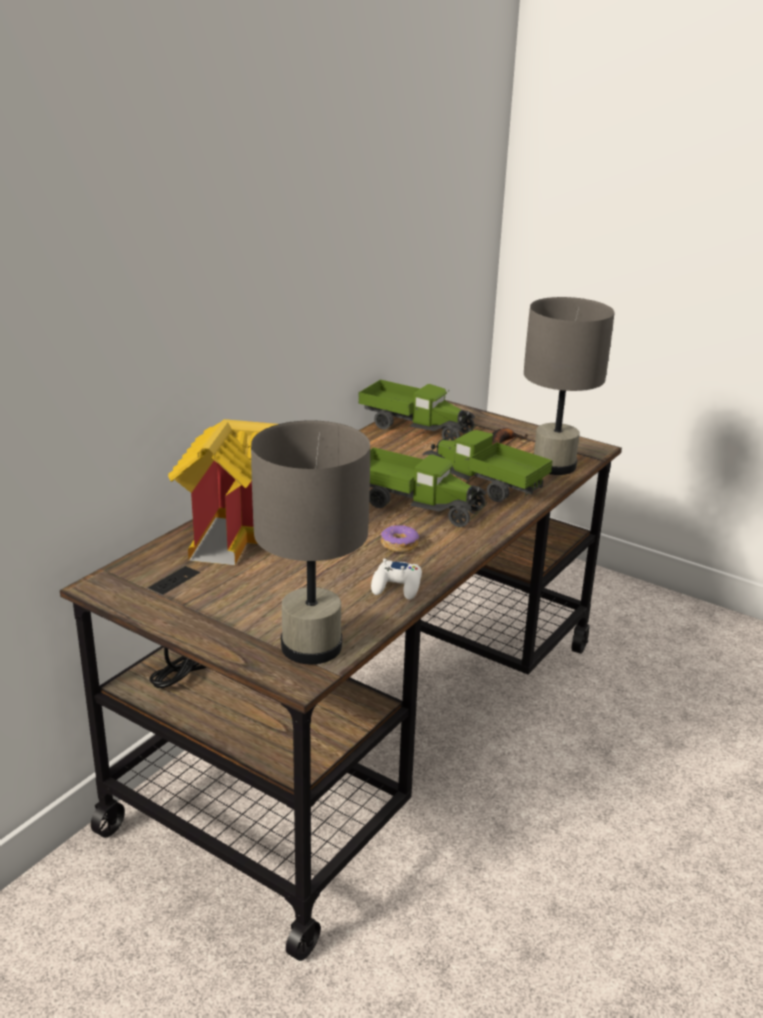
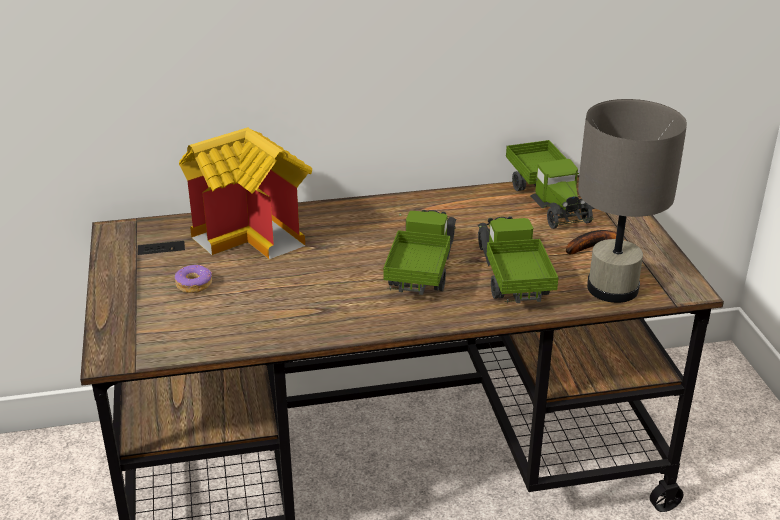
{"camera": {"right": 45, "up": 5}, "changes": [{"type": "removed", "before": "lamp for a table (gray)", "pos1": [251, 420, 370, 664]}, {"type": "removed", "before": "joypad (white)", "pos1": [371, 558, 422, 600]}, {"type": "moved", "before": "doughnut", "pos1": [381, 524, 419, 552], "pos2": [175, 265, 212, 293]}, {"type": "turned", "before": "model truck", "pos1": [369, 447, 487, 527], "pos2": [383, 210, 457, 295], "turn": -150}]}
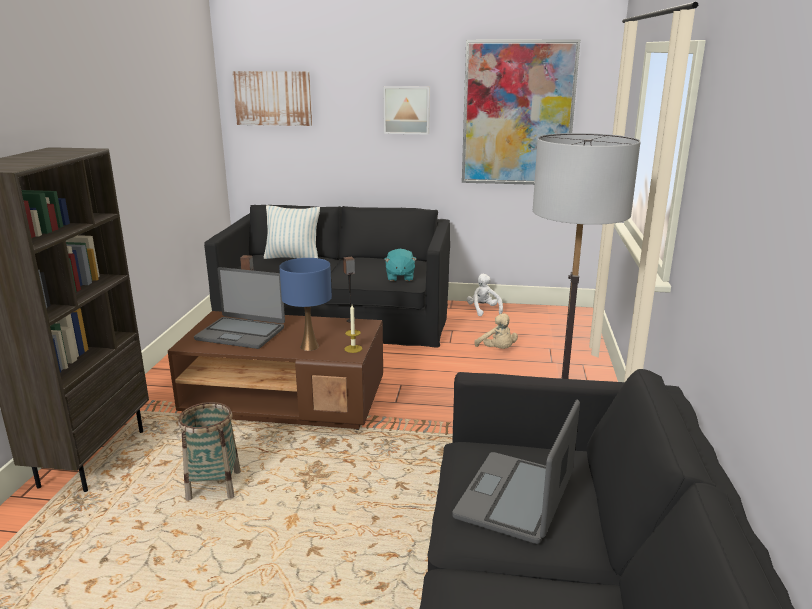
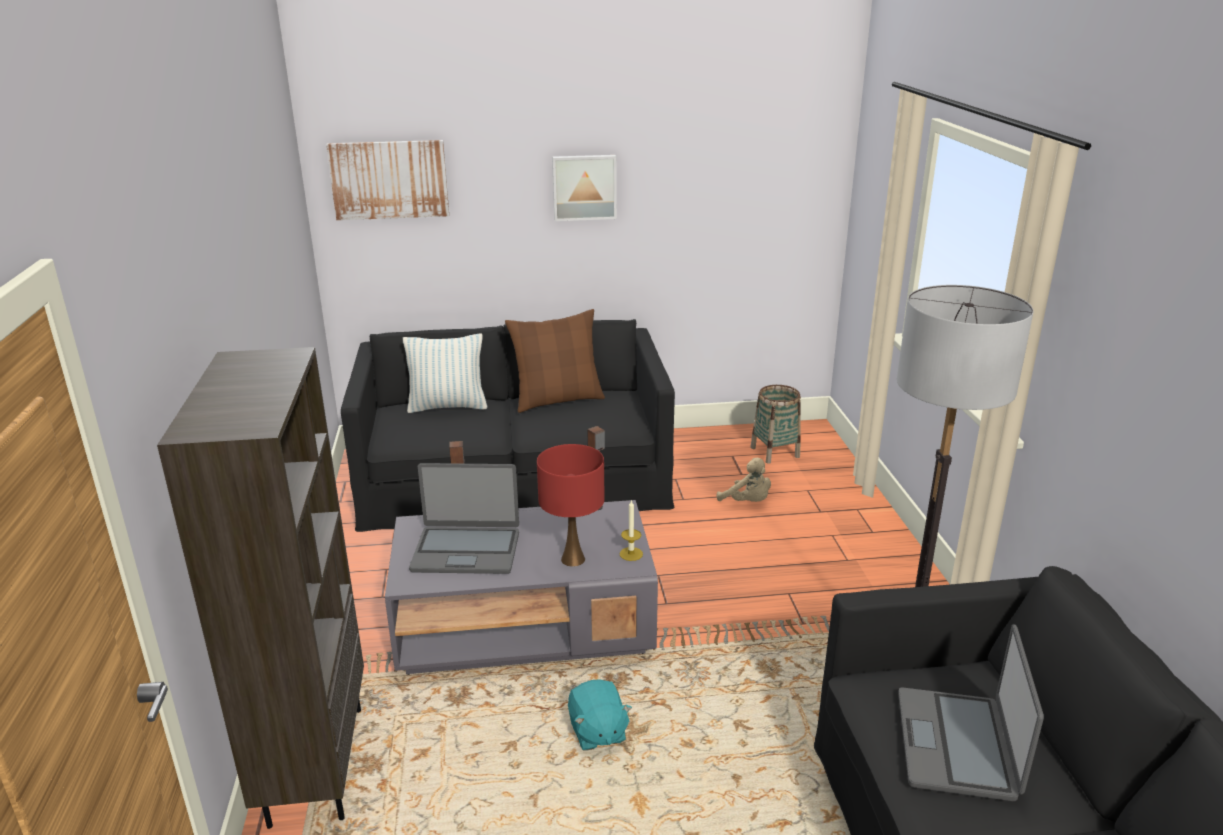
{"camera": {"right": -15, "up": 5}, "changes": [{"type": "removed", "before": "wall art", "pos1": [462, 39, 580, 185]}, {"type": "removed", "before": "plush toy (white)", "pos1": [467, 274, 503, 317]}, {"type": "added", "after": "pillow (brown-coloured)", "pos2": [505, 309, 605, 413]}, {"type": "moved", "before": "household basket", "pos1": [178, 402, 241, 501], "pos2": [750, 385, 801, 464]}, {"type": "moved", "before": "plush toy (blue-green)", "pos1": [384, 249, 417, 281], "pos2": [568, 679, 632, 750]}, {"type": "recoloured", "before": "coffee table (brown-coloured)", "after": "coffee table (gray)", "pos1": [168, 311, 383, 430], "pos2": [385, 500, 658, 675]}, {"type": "recoloured", "before": "lamp for a table (blue-coloured)", "after": "lamp for a table (red)", "pos1": [279, 258, 332, 351], "pos2": [537, 444, 604, 567]}]}
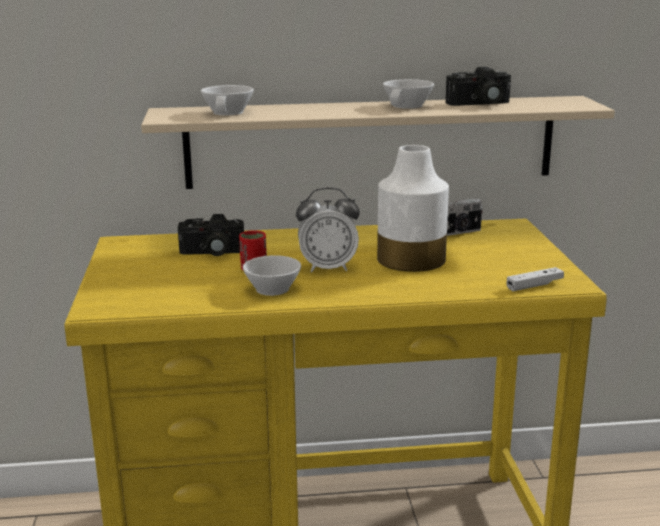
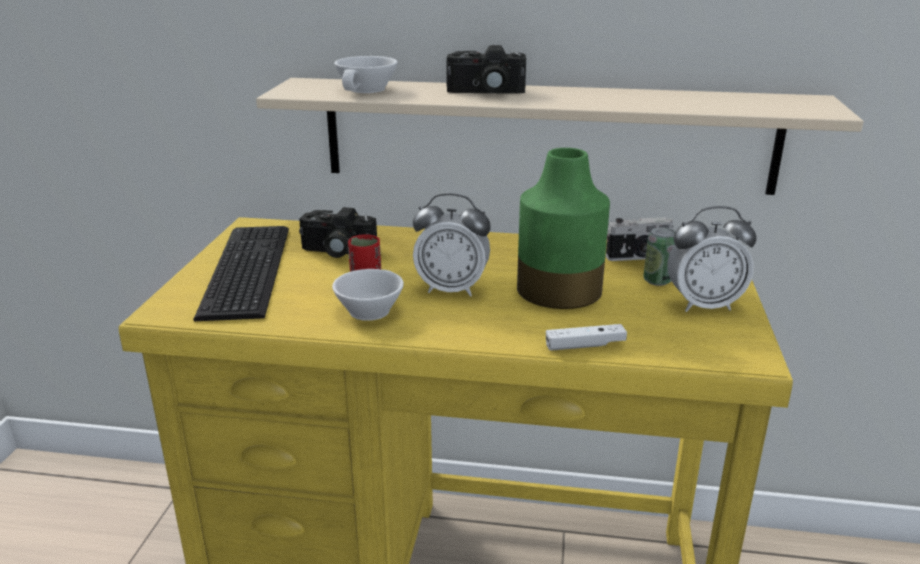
{"camera": {"right": 15, "up": 5}, "changes": [{"type": "removed", "before": "small cup (white)", "pos1": [383, 79, 434, 109]}, {"type": "added", "after": "keyboard", "pos2": [193, 226, 289, 321]}, {"type": "added", "after": "sealed can", "pos2": [643, 228, 675, 286]}, {"type": "added", "after": "alarm clock", "pos2": [667, 206, 757, 312]}, {"type": "moved", "before": "photo camera", "pos1": [445, 67, 511, 106], "pos2": [446, 45, 526, 94]}, {"type": "moved", "before": "joypad (white)", "pos1": [507, 267, 564, 291], "pos2": [546, 324, 627, 351]}, {"type": "recoloured", "before": "decorative vase (white)", "after": "decorative vase (greenish)", "pos1": [377, 145, 449, 272], "pos2": [517, 148, 610, 309]}]}
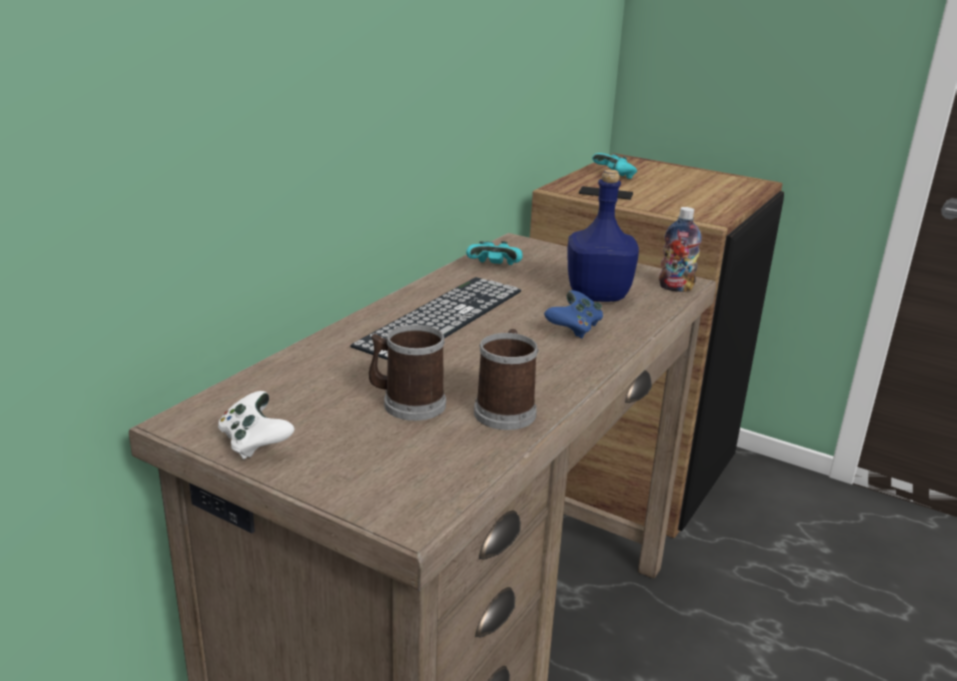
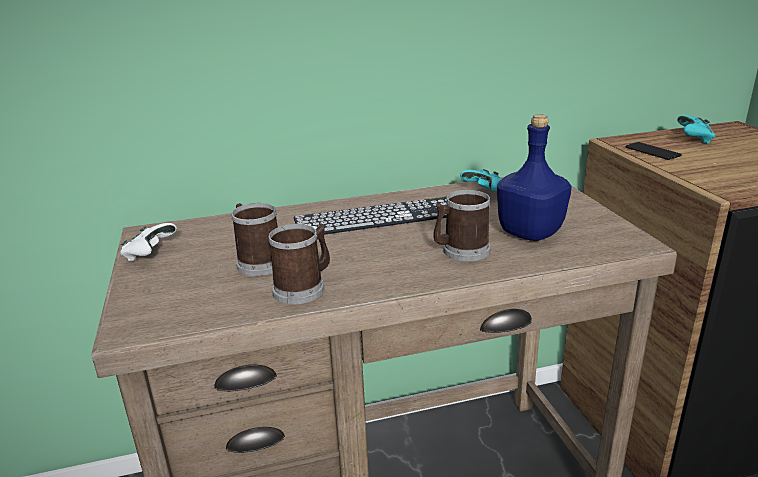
{"camera": {"right": 45, "up": 0}, "changes": [{"type": "removed", "before": "bottle", "pos1": [659, 207, 702, 292]}, {"type": "replaced", "before": "joypad (blue-coloured)", "after": "mug", "pos1": [544, 290, 603, 339], "pos2": [433, 190, 490, 261]}]}
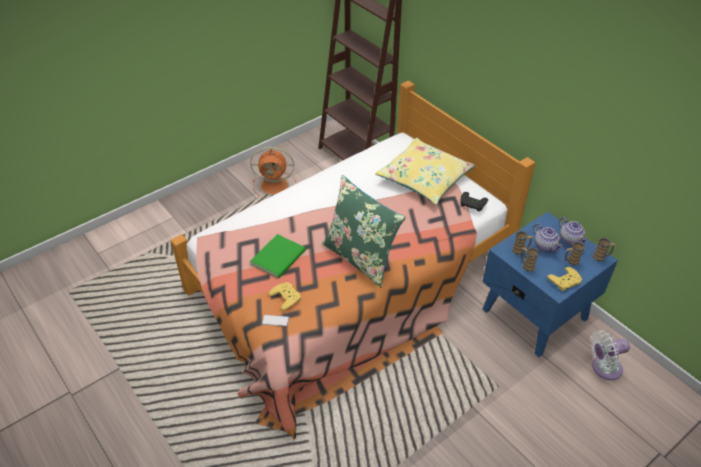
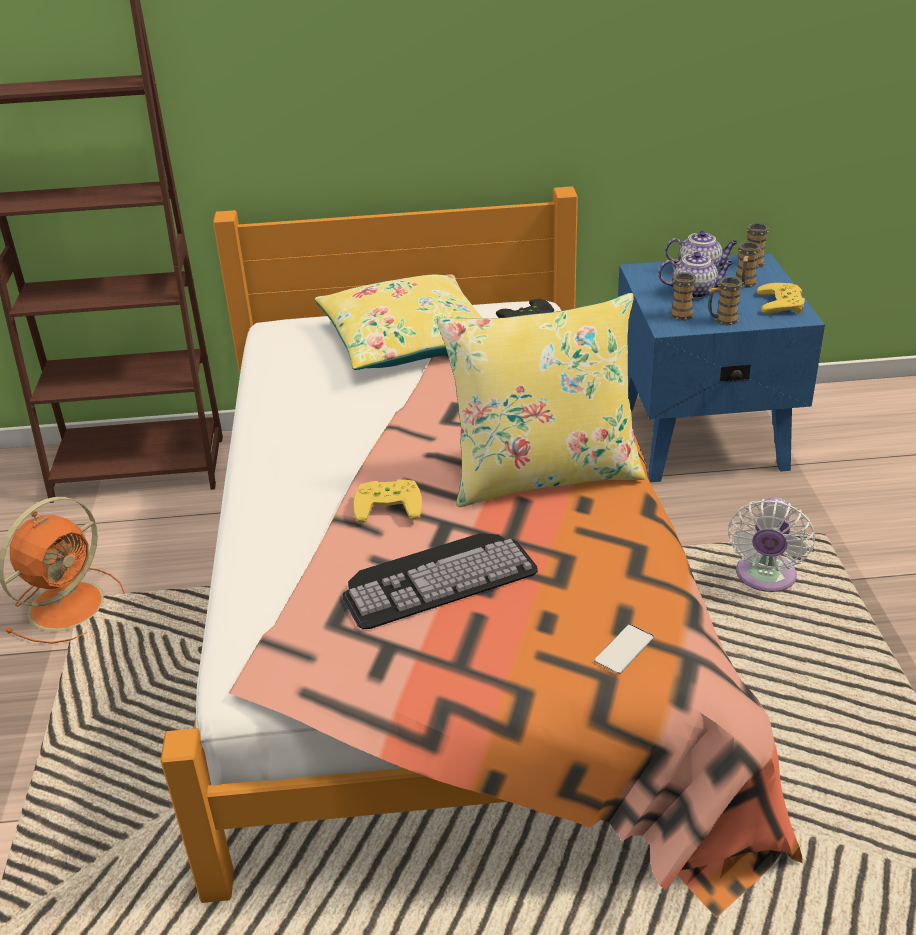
{"camera": {"right": -55, "up": -10}, "changes": [{"type": "moved", "before": "joypad (yellow)", "pos1": [269, 282, 301, 311], "pos2": [353, 479, 422, 523]}, {"type": "moved", "before": "fan (white)", "pos1": [590, 330, 630, 380], "pos2": [728, 497, 815, 592]}, {"type": "replaced", "before": "bound book (greenish)", "after": "keyboard", "pos1": [250, 234, 306, 278], "pos2": [343, 533, 538, 629]}, {"type": "recoloured", "before": "pillow (greenish)", "after": "pillow (yellow)", "pos1": [322, 175, 406, 288], "pos2": [437, 293, 646, 507]}]}
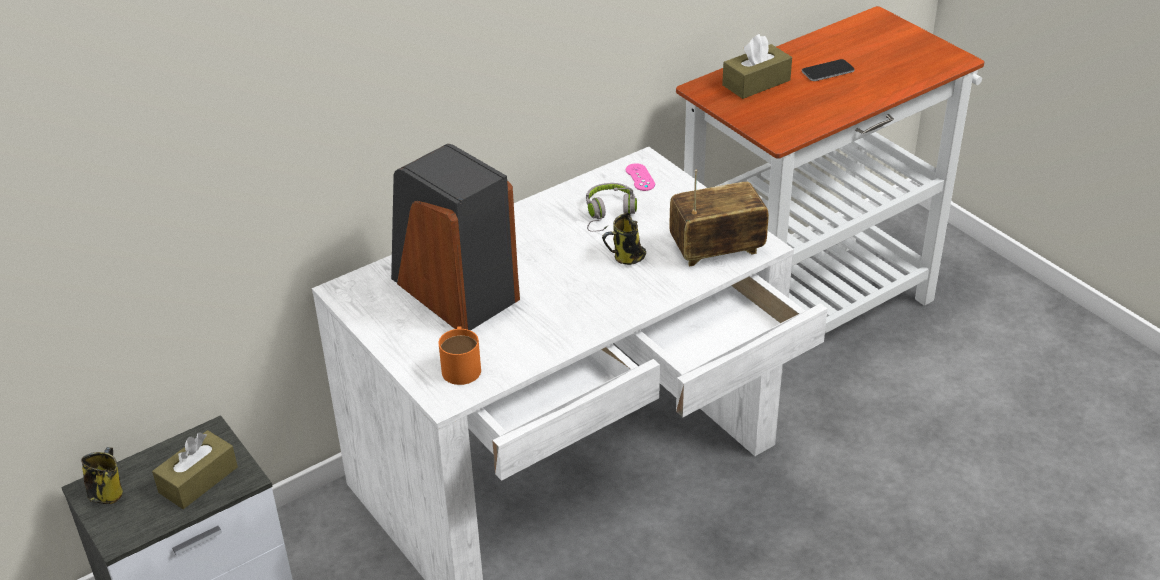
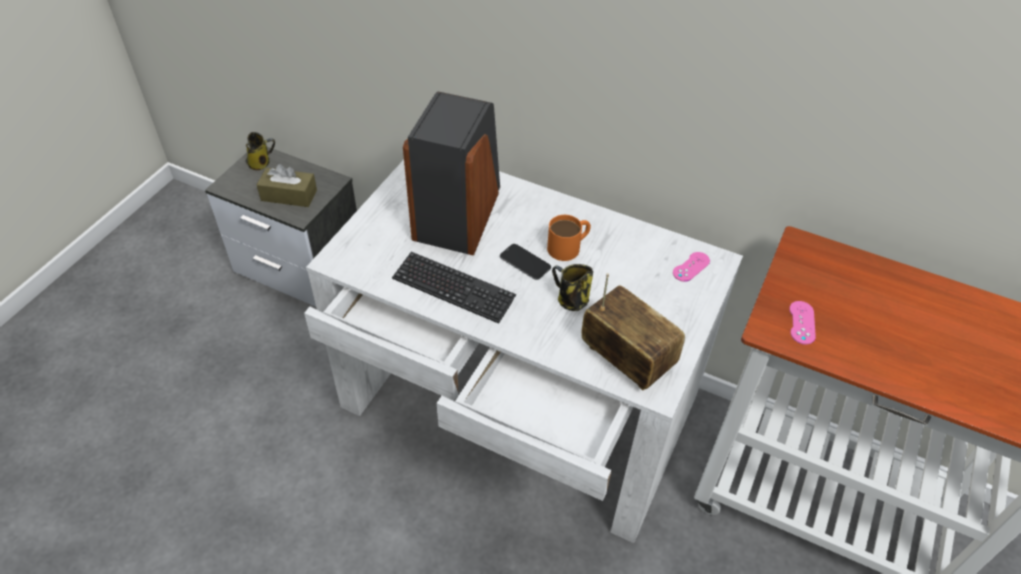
{"camera": {"right": 60, "up": 10}, "changes": [{"type": "removed", "before": "headset (gray)", "pos1": [586, 183, 637, 232]}, {"type": "removed", "before": "tissue box (brown-coloured)", "pos1": [722, 34, 792, 99]}, {"type": "added", "after": "keyboard", "pos2": [392, 252, 516, 324]}, {"type": "added", "after": "joypad (pink-coloured)", "pos2": [789, 301, 816, 345]}, {"type": "moved", "before": "mug (orange-coloured)", "pos1": [438, 327, 481, 385], "pos2": [547, 215, 591, 261]}, {"type": "moved", "before": "telephone", "pos1": [802, 59, 855, 81], "pos2": [500, 244, 551, 280]}]}
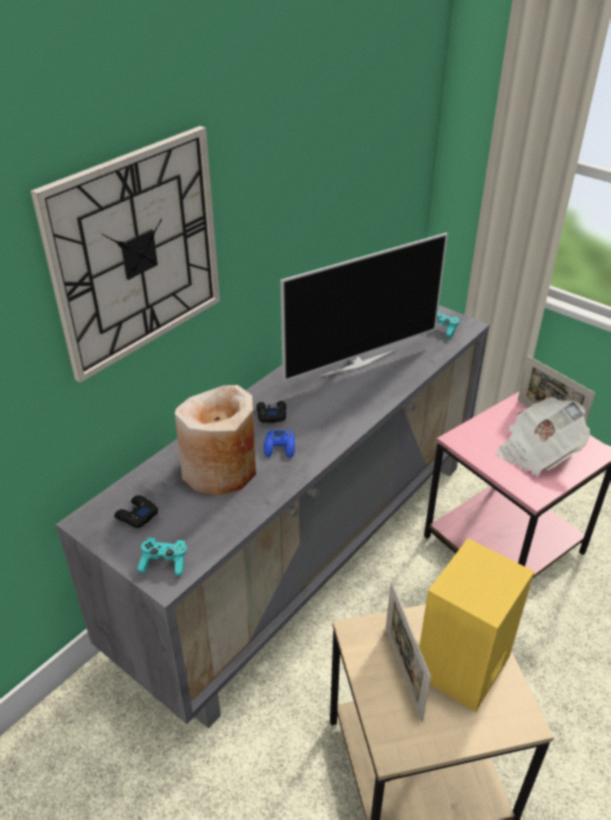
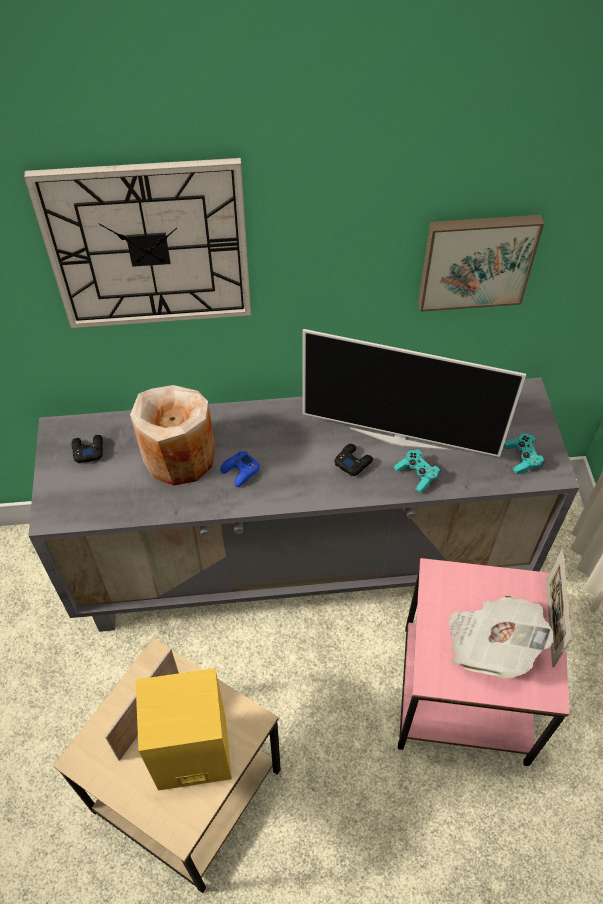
{"camera": {"right": 45, "up": 15}, "changes": [{"type": "added", "after": "wall art", "pos2": [418, 215, 544, 312]}, {"type": "moved", "before": "joypad (blue-green)", "pos1": [137, 537, 187, 576], "pos2": [394, 449, 441, 493]}, {"type": "moved", "before": "joypad (black-coloured)", "pos1": [257, 401, 286, 423], "pos2": [335, 444, 373, 476]}]}
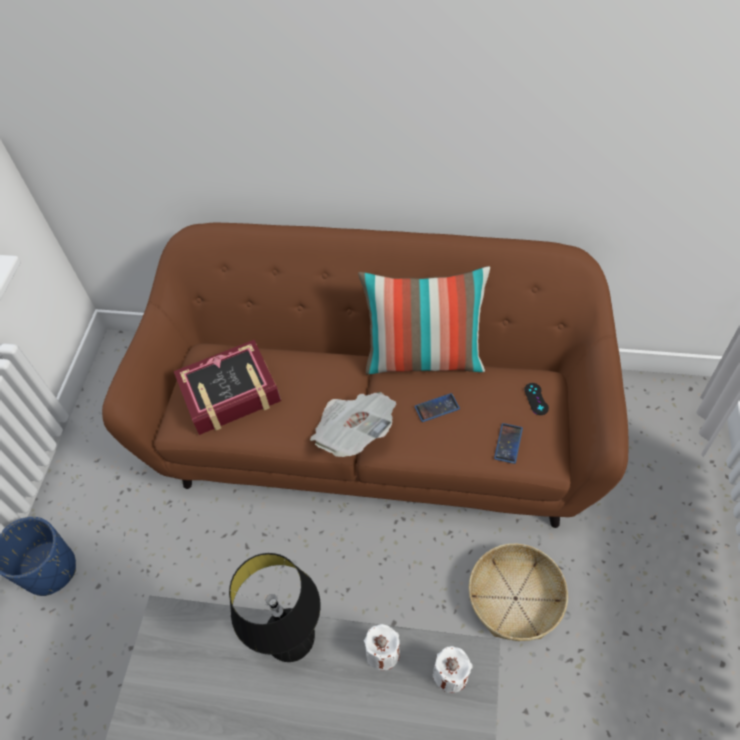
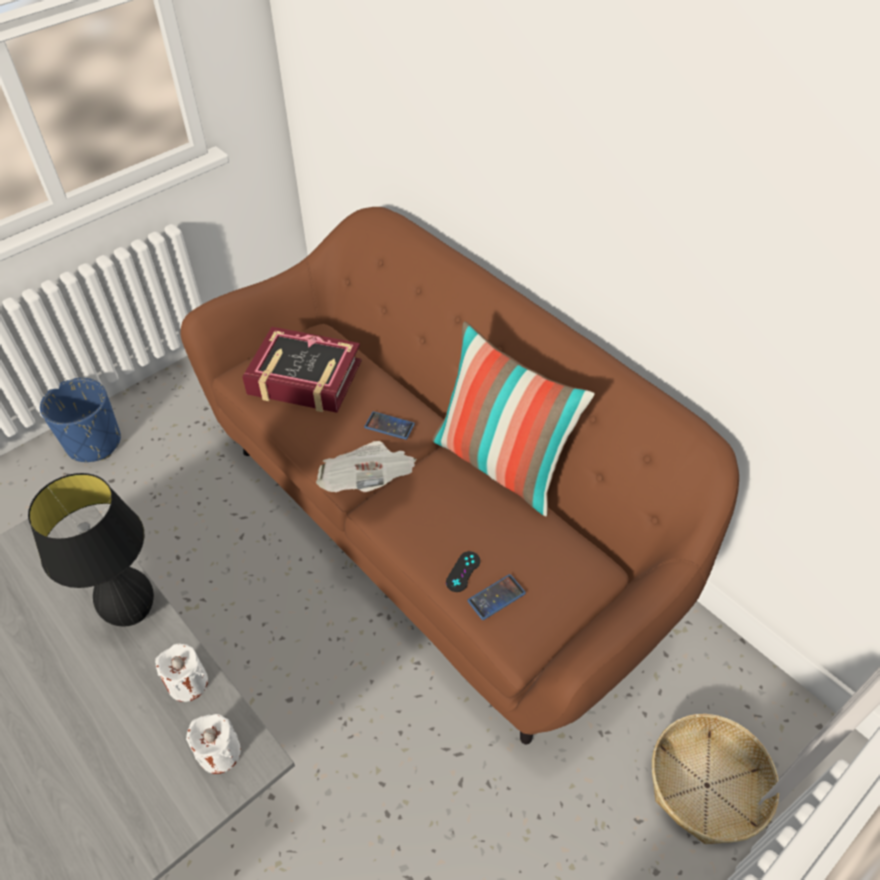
{"camera": {"right": 35, "up": -5}, "changes": [{"type": "moved", "before": "telephone", "pos1": [415, 393, 460, 422], "pos2": [364, 411, 415, 440]}, {"type": "moved", "before": "household basket", "pos1": [469, 544, 568, 641], "pos2": [652, 714, 779, 844]}, {"type": "moved", "before": "joypad (black-coloured)", "pos1": [524, 383, 549, 415], "pos2": [446, 551, 480, 592]}]}
